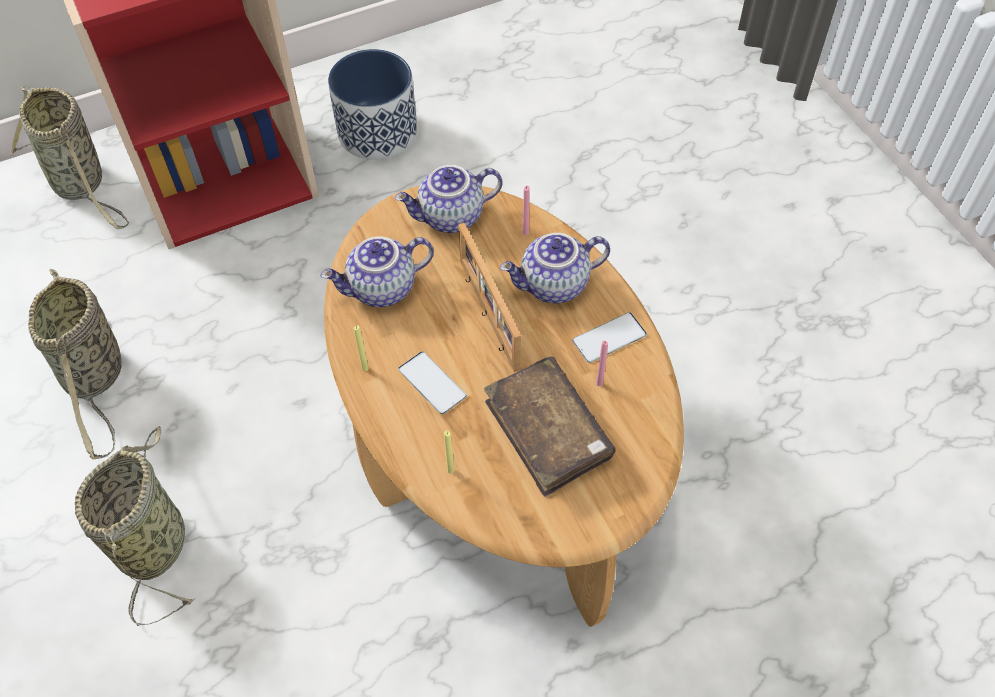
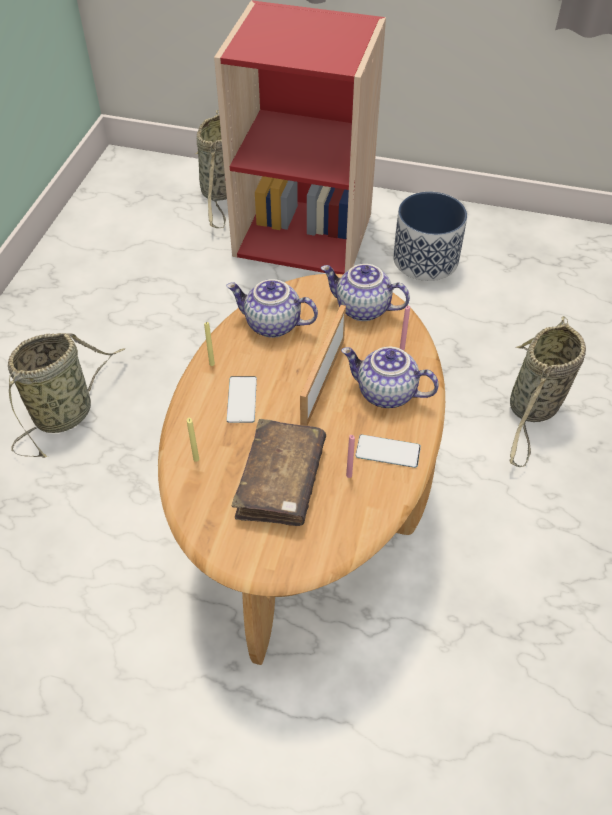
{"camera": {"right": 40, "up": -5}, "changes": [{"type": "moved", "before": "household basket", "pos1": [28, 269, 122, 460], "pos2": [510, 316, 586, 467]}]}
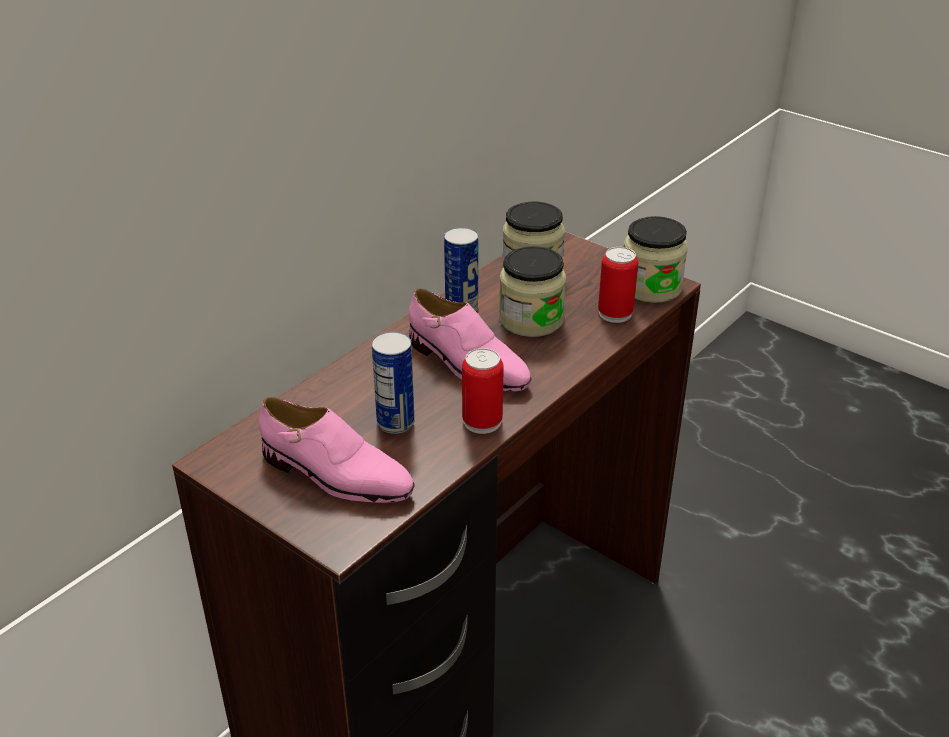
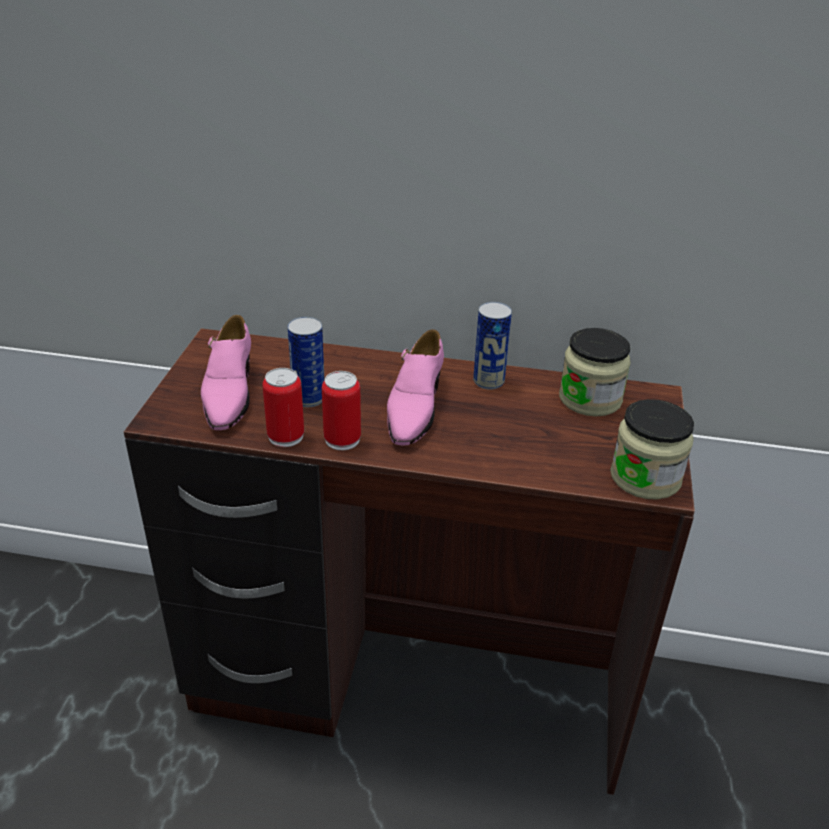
{"camera": {"right": 60, "up": 0}, "changes": [{"type": "removed", "before": "jar", "pos1": [499, 246, 566, 337]}, {"type": "moved", "before": "sealed can", "pos1": [598, 247, 638, 323], "pos2": [263, 368, 304, 447]}]}
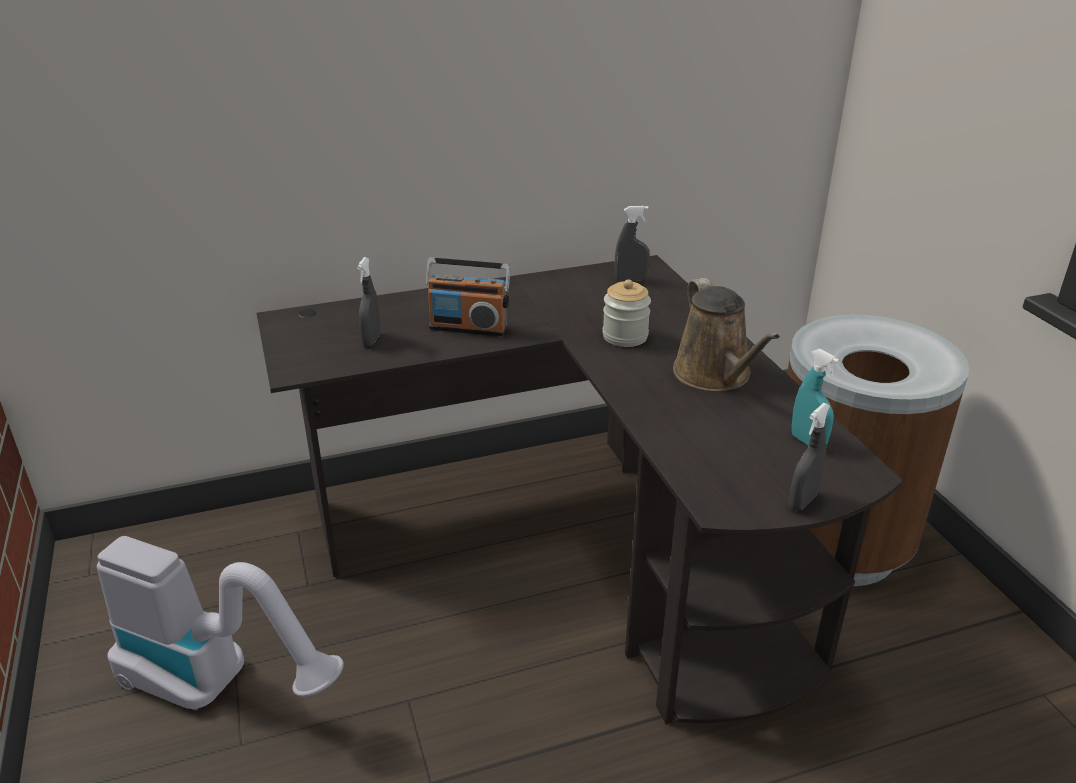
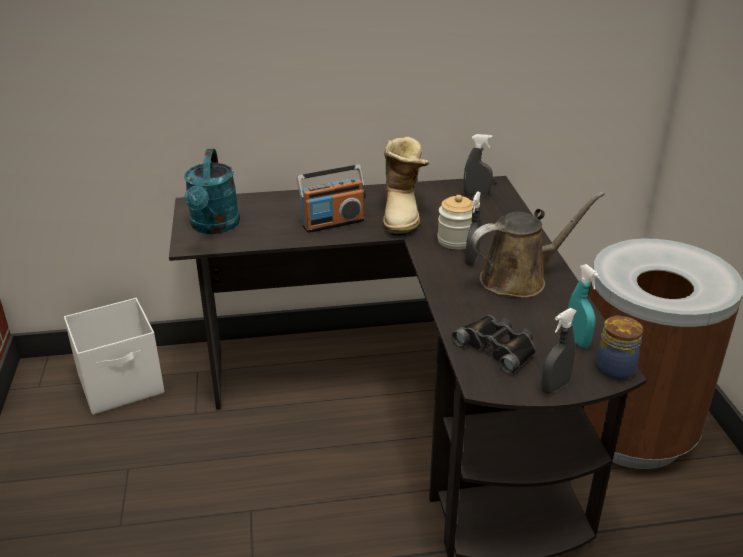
{"camera": {"right": 10, "up": 0}, "changes": [{"type": "removed", "before": "vacuum cleaner", "pos1": [97, 536, 344, 711]}, {"type": "added", "after": "storage container (white)", "pos2": [64, 298, 164, 415]}, {"type": "added", "after": "watering pot (blue-green)", "pos2": [184, 149, 240, 234]}, {"type": "added", "after": "tall boot", "pos2": [383, 137, 429, 236]}, {"type": "added", "after": "binoculars (black-coloured)", "pos2": [452, 315, 536, 374]}, {"type": "added", "after": "jar", "pos2": [596, 316, 643, 380]}, {"type": "moved", "before": "hand sprayer (gray)", "pos1": [357, 257, 380, 346], "pos2": [465, 192, 481, 265]}, {"type": "turned", "before": "radio set", "pos1": [425, 258, 511, 336], "pos2": [297, 165, 366, 233], "turn": -45}, {"type": "turned", "before": "watering pot (brown-coloured)", "pos1": [673, 278, 780, 391], "pos2": [471, 192, 605, 298], "turn": -105}]}
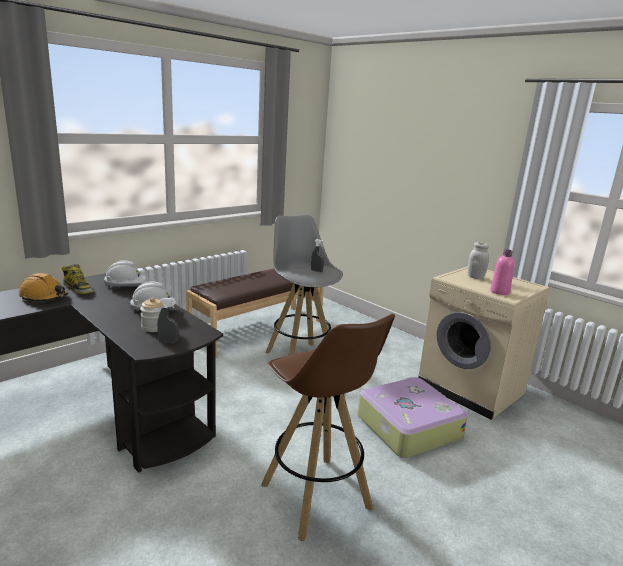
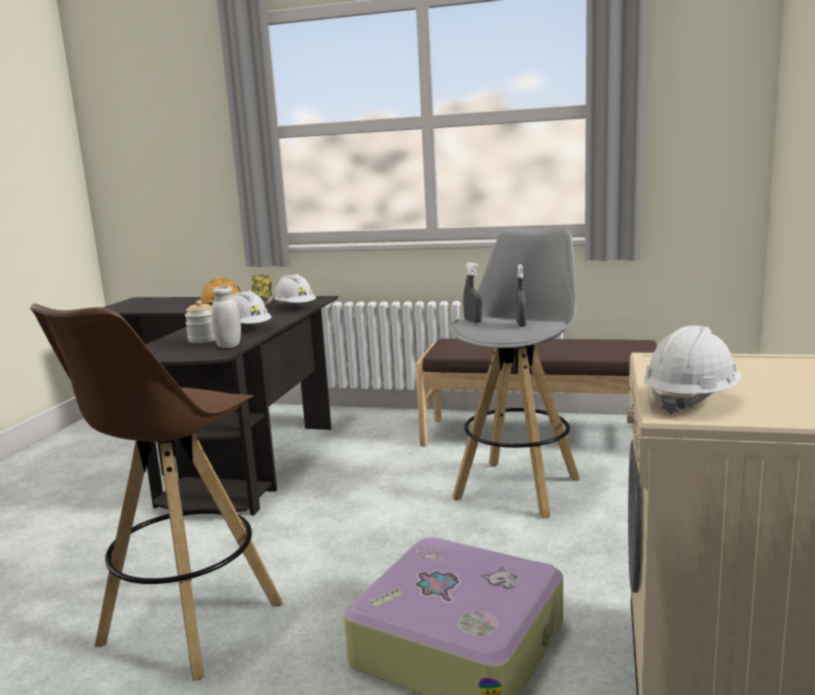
{"camera": {"right": 60, "up": -5}, "changes": [{"type": "moved", "before": "hand sprayer (gray)", "pos1": [157, 298, 179, 343], "pos2": [463, 263, 482, 323]}, {"type": "moved", "before": "jar (white)", "pos1": [468, 242, 489, 279], "pos2": [212, 286, 241, 348]}, {"type": "replaced", "before": "bottle (pink-coloured)", "after": "safety helmet (white)", "pos1": [490, 249, 515, 295], "pos2": [644, 326, 742, 415]}]}
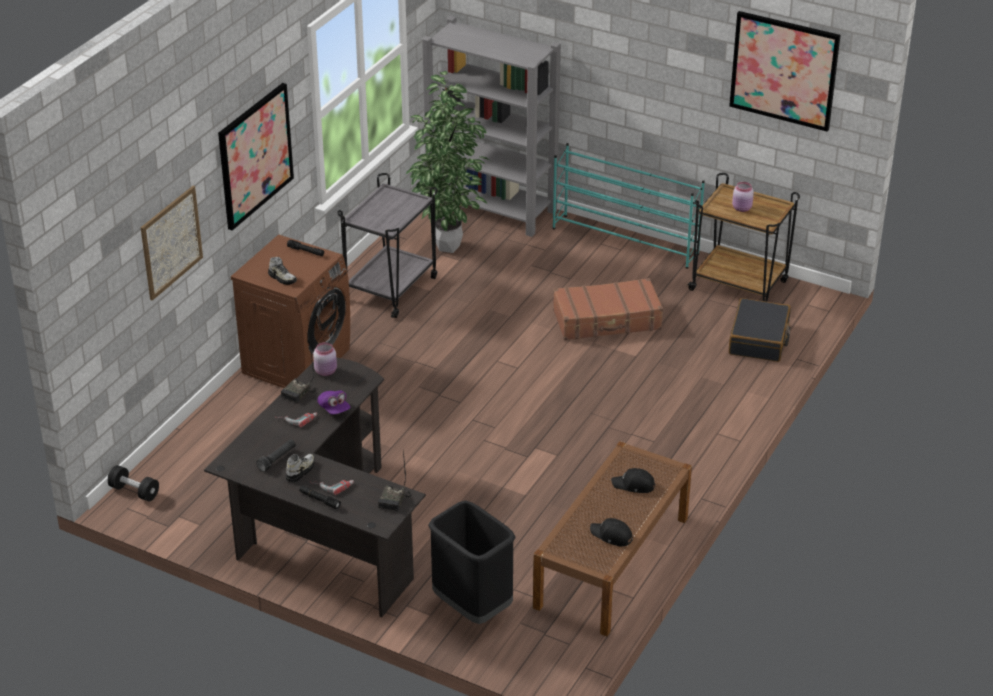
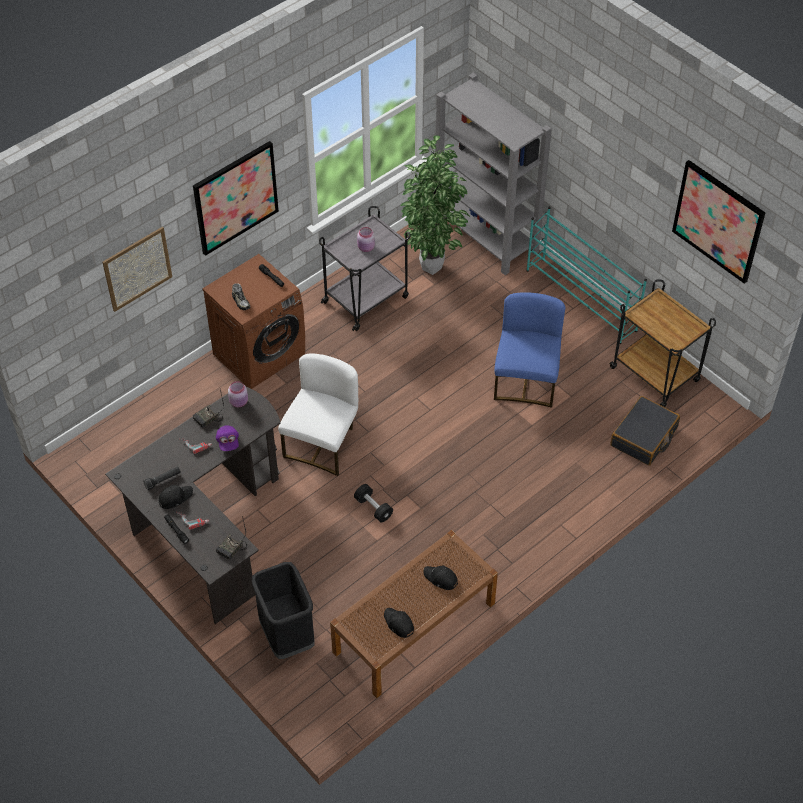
{"camera": {"right": 20, "up": 15}, "changes": [{"type": "added", "after": "upright chair (white)", "pos2": [278, 353, 358, 476]}, {"type": "moved", "before": "free weight (black-coloured)", "pos1": [108, 465, 159, 501], "pos2": [354, 484, 393, 522]}, {"type": "moved", "before": "jar (pink-coloured)", "pos1": [732, 182, 754, 212], "pos2": [357, 227, 375, 252]}, {"type": "replaced", "before": "low shoe", "after": "baseball cap (black-coloured)", "pos1": [286, 453, 315, 483], "pos2": [158, 485, 193, 509]}, {"type": "replaced", "before": "piece of luggage (brown-coloured)", "after": "upright chair (blue-coloured)", "pos1": [553, 278, 663, 340], "pos2": [494, 292, 565, 407]}]}
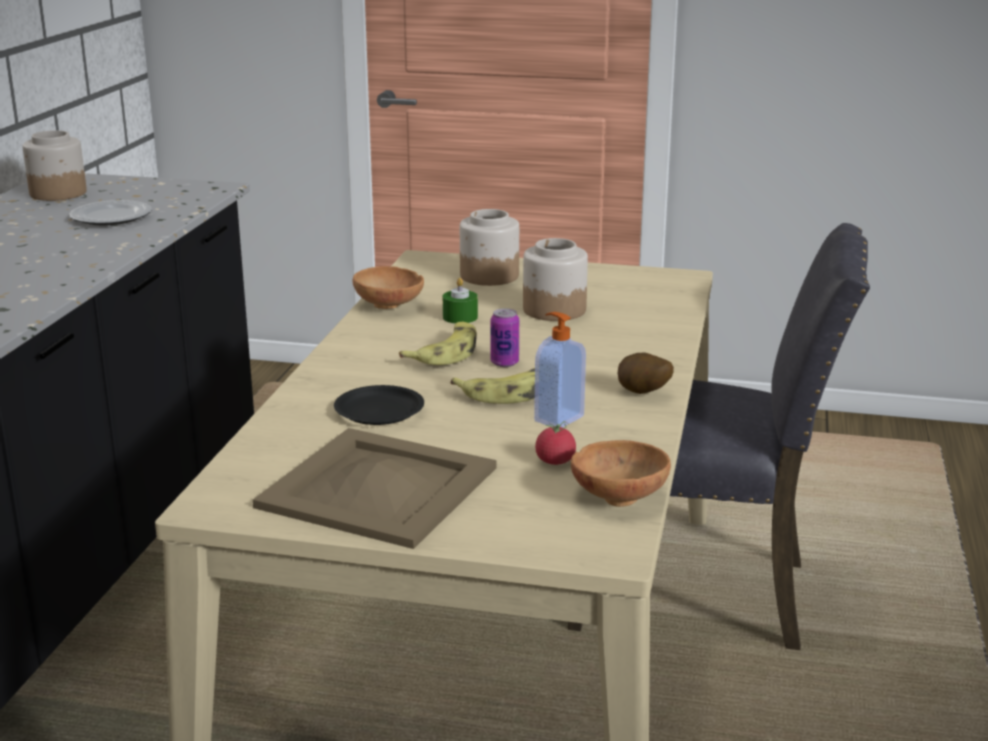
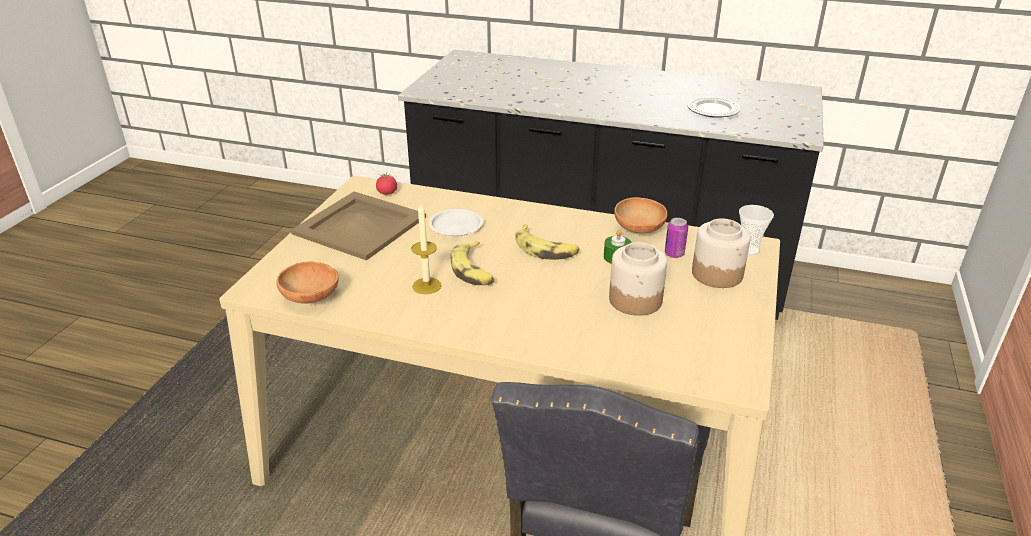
{"camera": {"right": 95, "up": 10}, "changes": [{"type": "removed", "before": "jar", "pos1": [22, 130, 87, 201]}, {"type": "removed", "before": "potato", "pos1": [618, 352, 674, 394]}, {"type": "added", "after": "small cup", "pos2": [739, 205, 774, 255]}, {"type": "moved", "before": "sealed can", "pos1": [491, 308, 519, 367], "pos2": [665, 218, 688, 258]}, {"type": "moved", "before": "fresh tomato", "pos1": [535, 421, 576, 465], "pos2": [376, 173, 397, 195]}, {"type": "replaced", "before": "soap dispenser", "after": "wax light", "pos1": [534, 312, 586, 428], "pos2": [411, 202, 441, 294]}, {"type": "recoloured", "before": "plate (black-coloured)", "after": "plate (white)", "pos1": [334, 385, 424, 425], "pos2": [429, 209, 483, 236]}]}
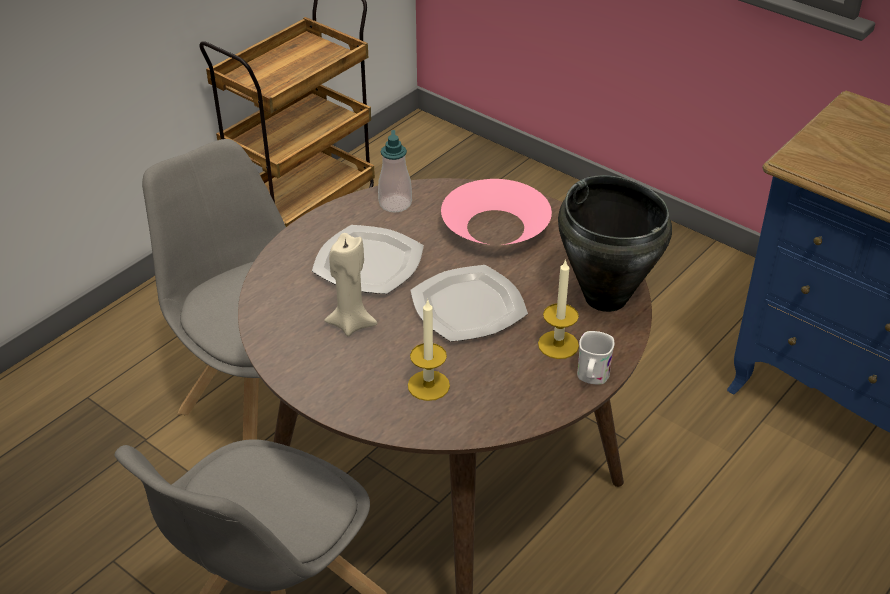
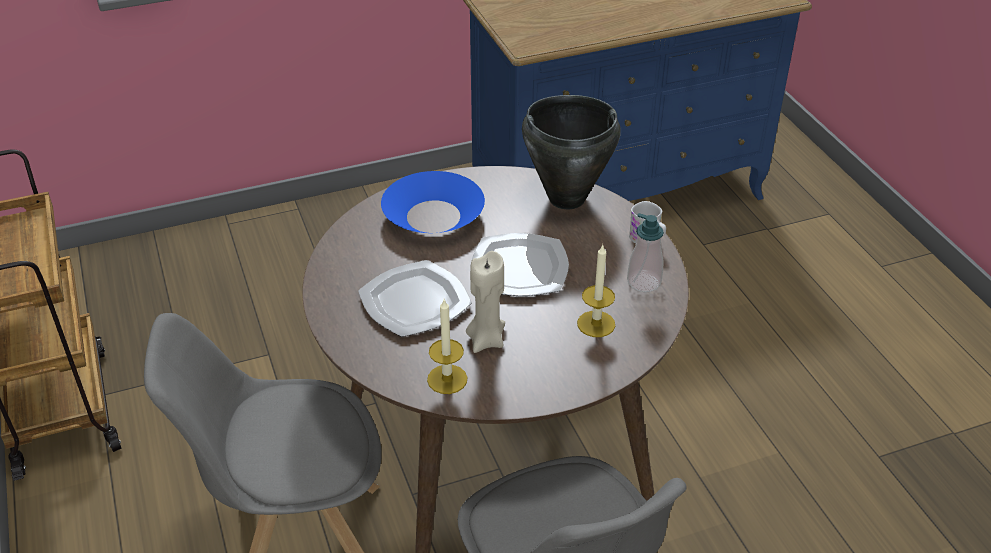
{"camera": {"right": -60, "up": 0}, "changes": [{"type": "moved", "before": "soap dispenser", "pos1": [378, 130, 412, 213], "pos2": [627, 213, 664, 292]}, {"type": "moved", "before": "wax light", "pos1": [538, 259, 579, 359], "pos2": [427, 299, 468, 394]}, {"type": "recoloured", "before": "bowl (pink-coloured)", "after": "bowl (blue-coloured)", "pos1": [441, 179, 552, 245], "pos2": [381, 171, 485, 233]}]}
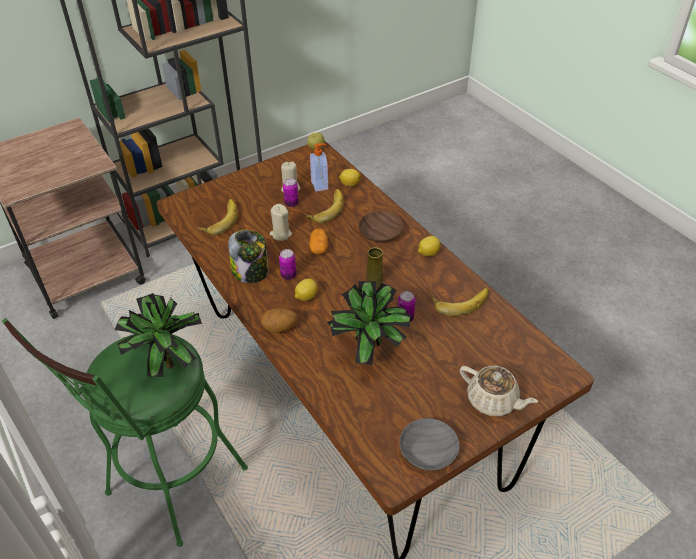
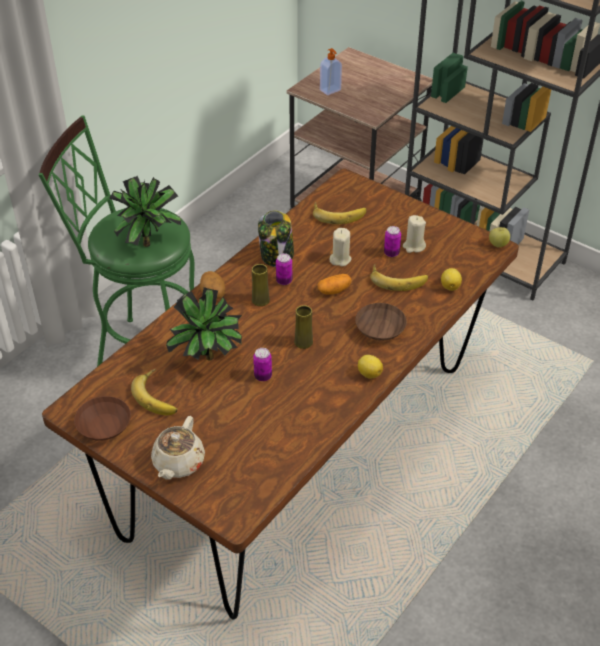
{"camera": {"right": 70, "up": 0}, "changes": [{"type": "moved", "before": "soap dispenser", "pos1": [310, 143, 328, 192], "pos2": [320, 48, 342, 95]}, {"type": "moved", "before": "whole banana", "pos1": [431, 288, 488, 316], "pos2": [131, 369, 178, 415]}, {"type": "replaced", "before": "whole lemon", "after": "decorative vase (yellow)", "pos1": [295, 279, 318, 301], "pos2": [252, 264, 270, 306]}, {"type": "recoloured", "before": "bowl (gray)", "after": "bowl (brown-coloured)", "pos1": [399, 418, 459, 471], "pos2": [74, 396, 131, 441]}]}
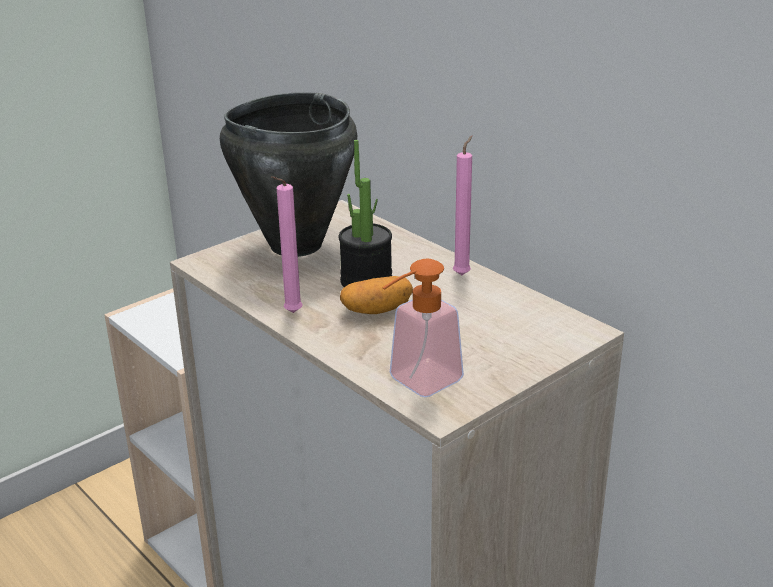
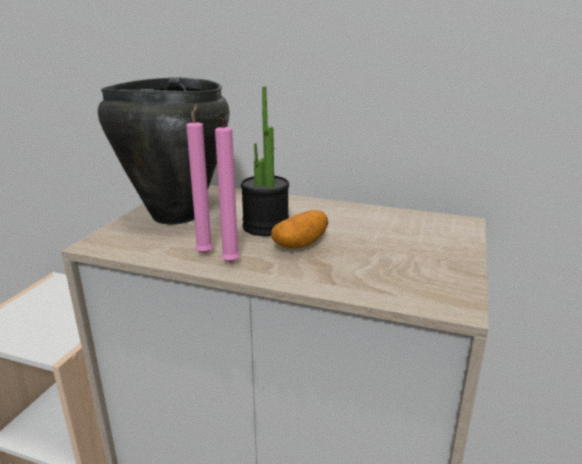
{"camera": {"right": -30, "up": -5}, "changes": [{"type": "removed", "before": "soap dispenser", "pos1": [382, 258, 464, 397]}, {"type": "moved", "before": "wax light (pink-coloured)", "pos1": [453, 136, 472, 275], "pos2": [186, 105, 213, 254]}]}
